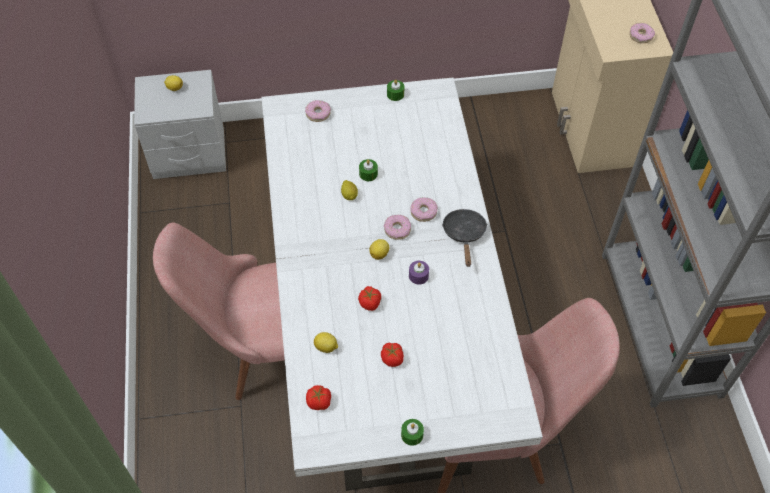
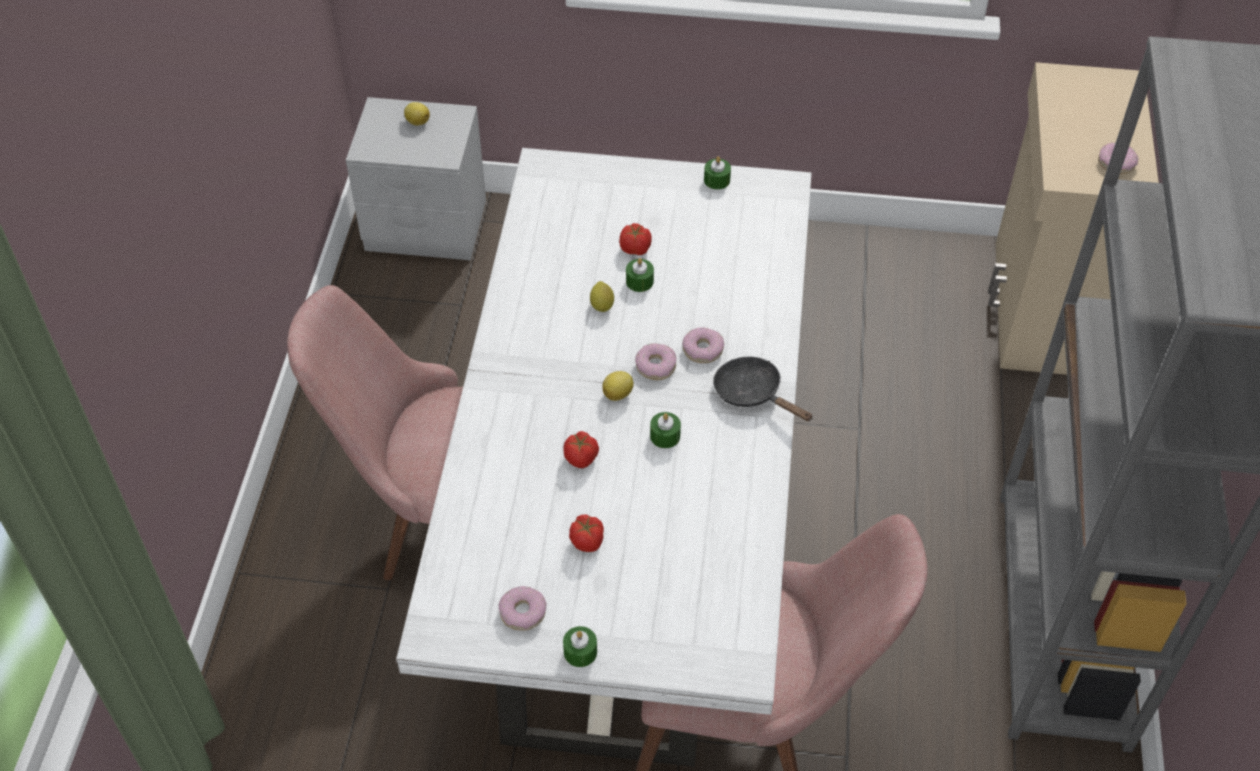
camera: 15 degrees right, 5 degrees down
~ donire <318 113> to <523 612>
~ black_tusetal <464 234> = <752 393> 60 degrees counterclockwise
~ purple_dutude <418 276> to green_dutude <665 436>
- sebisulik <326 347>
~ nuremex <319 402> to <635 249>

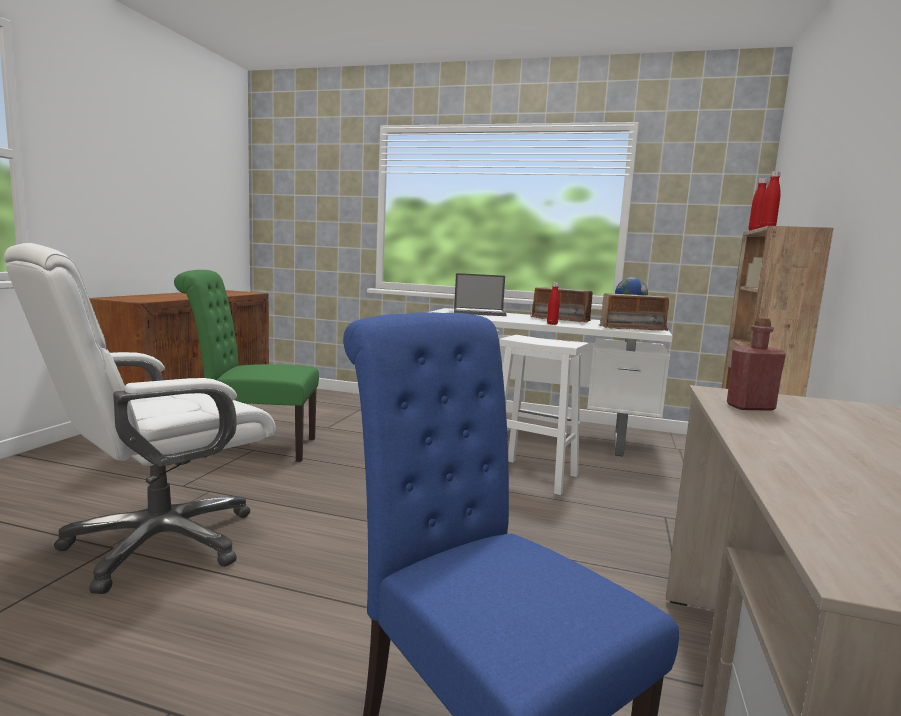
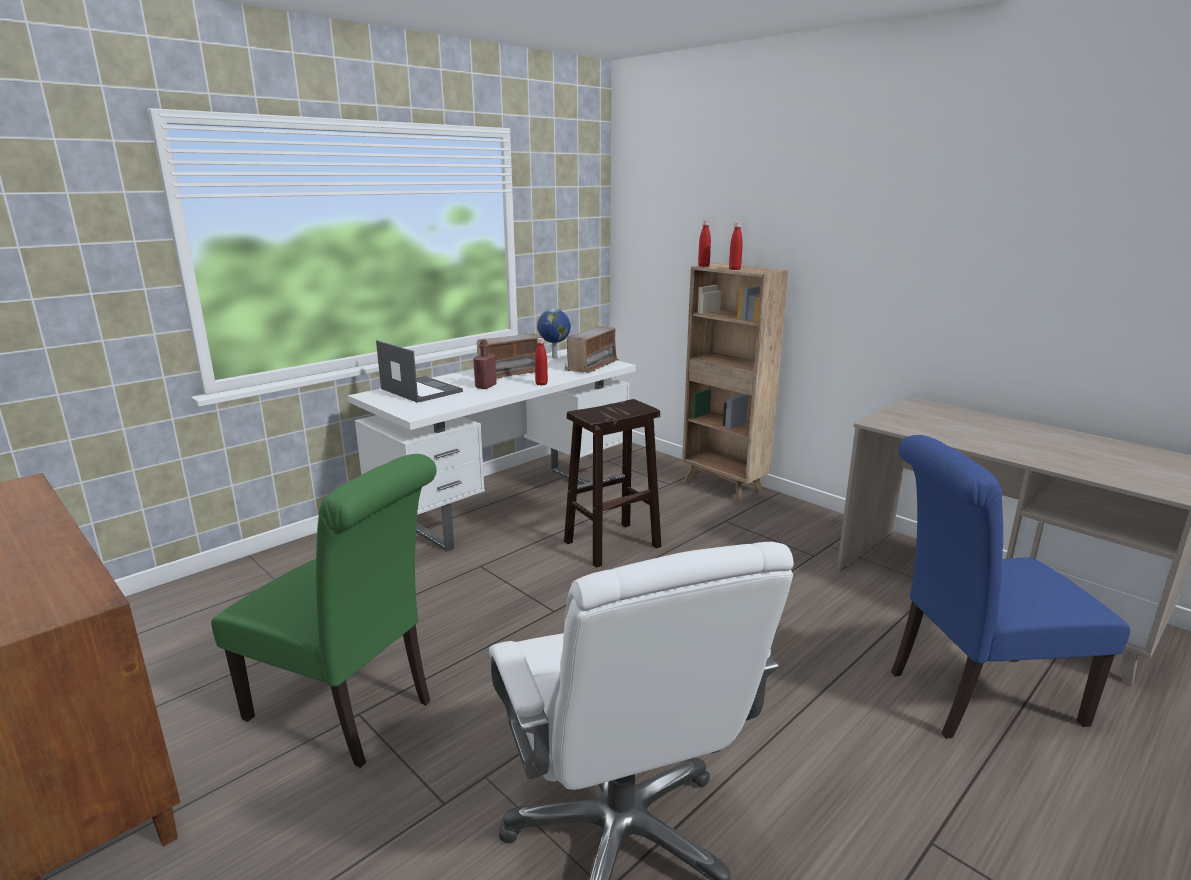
camera: 60 degrees left, 10 degrees up
~ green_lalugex <253 447> = <348 712> 90 degrees counterclockwise
~ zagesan <480 313> = <420 390> 75 degrees counterclockwise
~ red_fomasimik <750 407> to <486 386>
~ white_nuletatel <531 476> to brown_nuletatel <611 545>

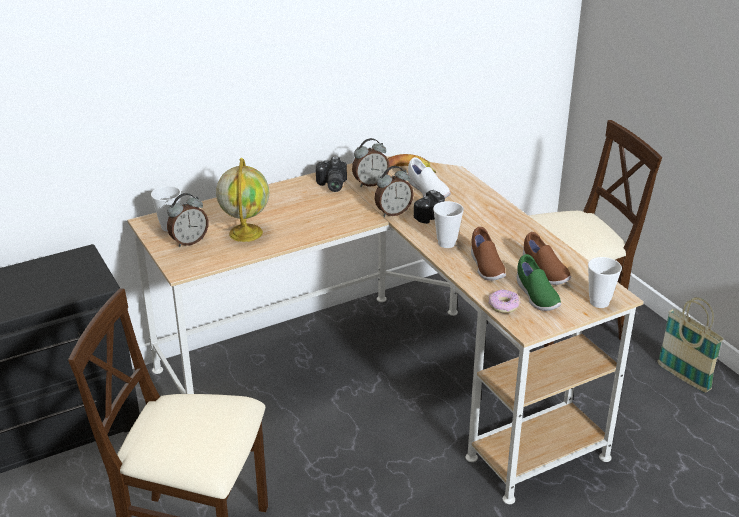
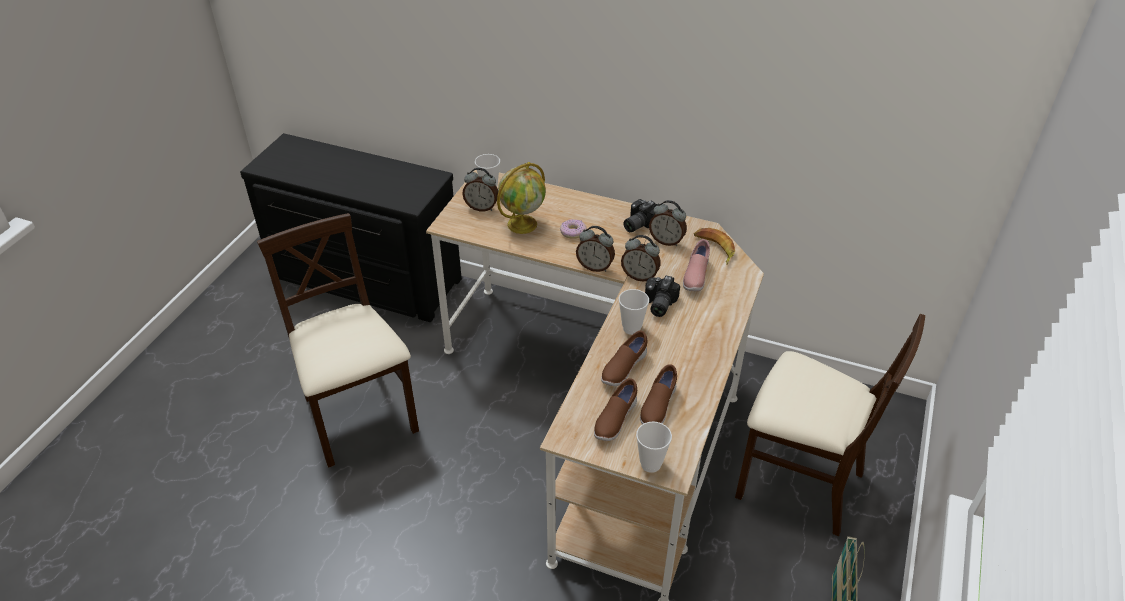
camera: 50 degrees right, 10 degrees up
~ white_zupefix <427 191> to pink_zupefix <695 276>
~ green_zupefix <536 296> to brown_zupefix <614 420>
~ donire <503 306> to <572 232>
+ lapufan <595 267>

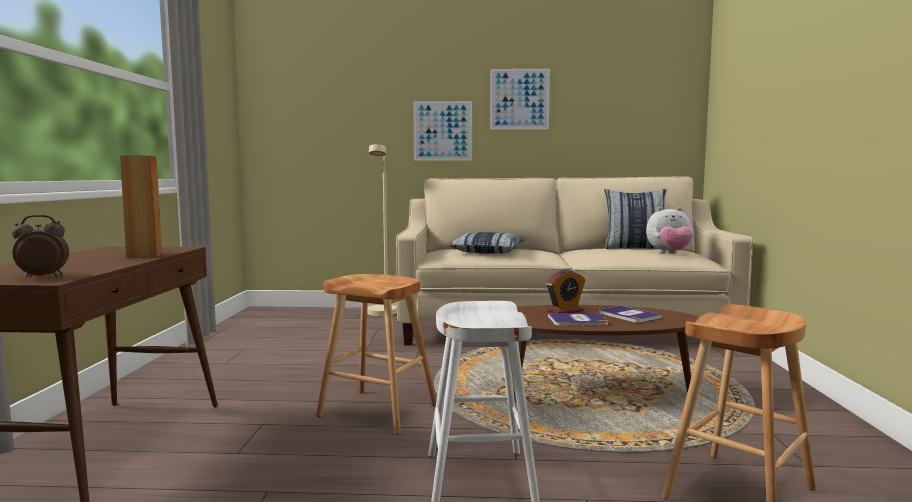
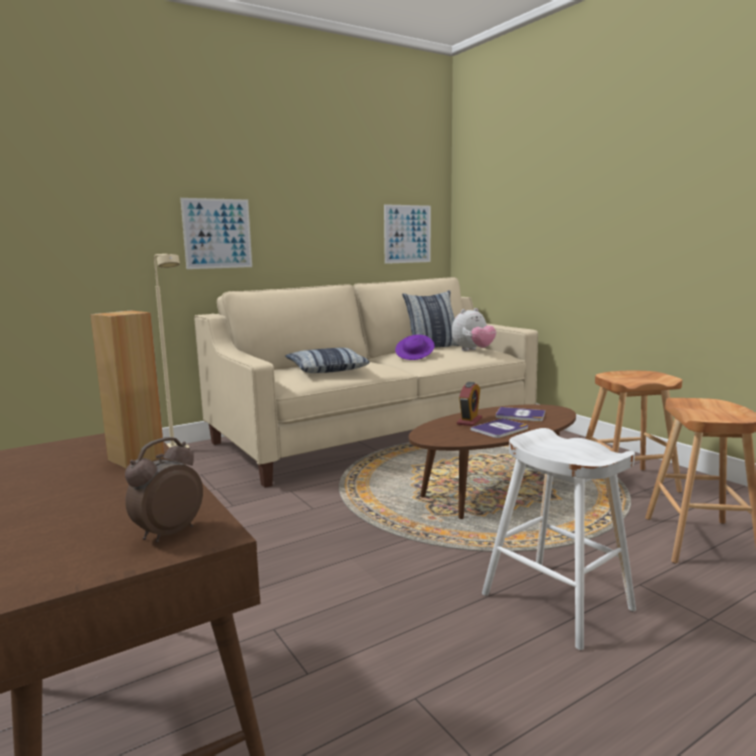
camera: 35 degrees left, 5 degrees up
~ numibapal <519 99> to <407 234>
~ brown_nuletatel <377 410> to <626 483>
+ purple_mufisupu <415 357>

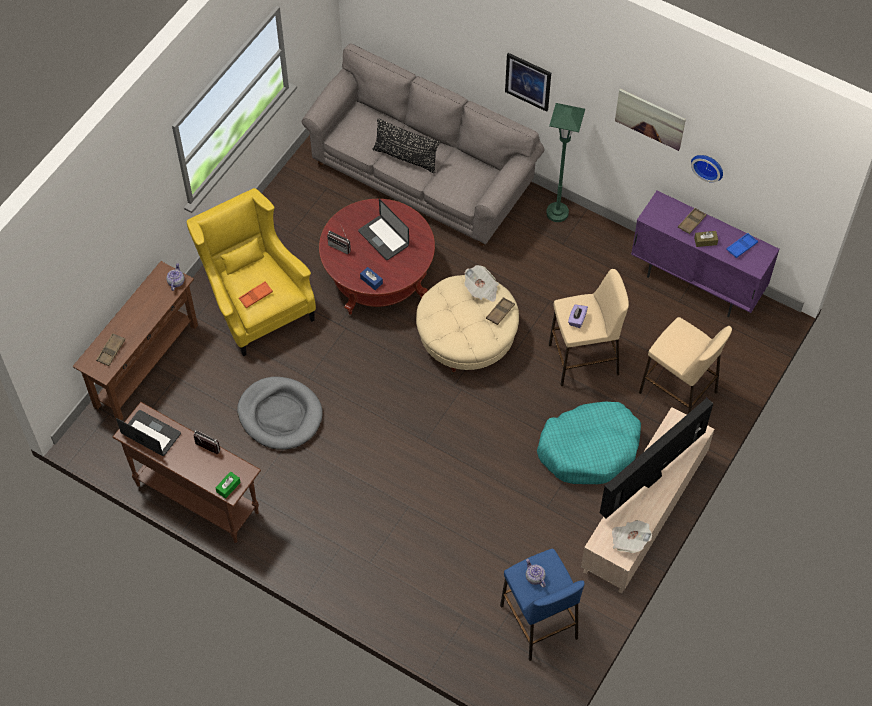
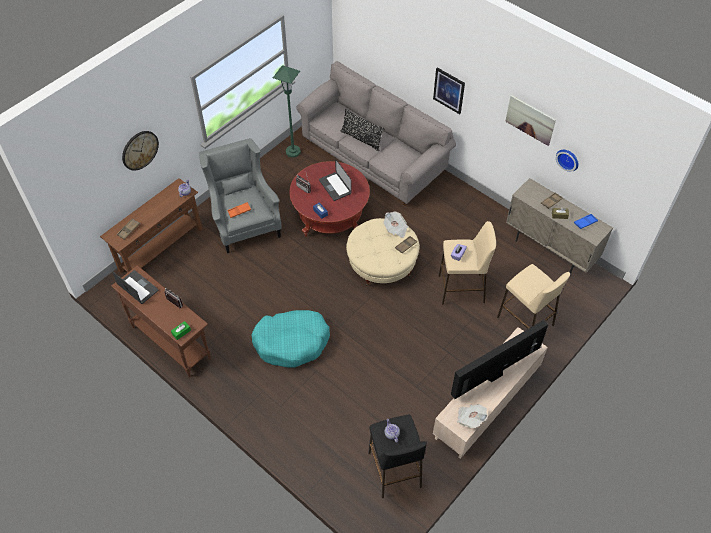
camera: 10 degrees right, 5 degrees down
~ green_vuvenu <557 213> to <293 152>
~ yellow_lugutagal <256 304> to grey_lugutagal <244 221>
~ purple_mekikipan <696 284> to beige_mekikipan <549 250>
- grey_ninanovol <280 415>
~ turquoise_ninanovol <589 448> to <292 342>
~ blue_nuletatel <539 622> to black_nuletatel <394 470>
+ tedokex <139 150>

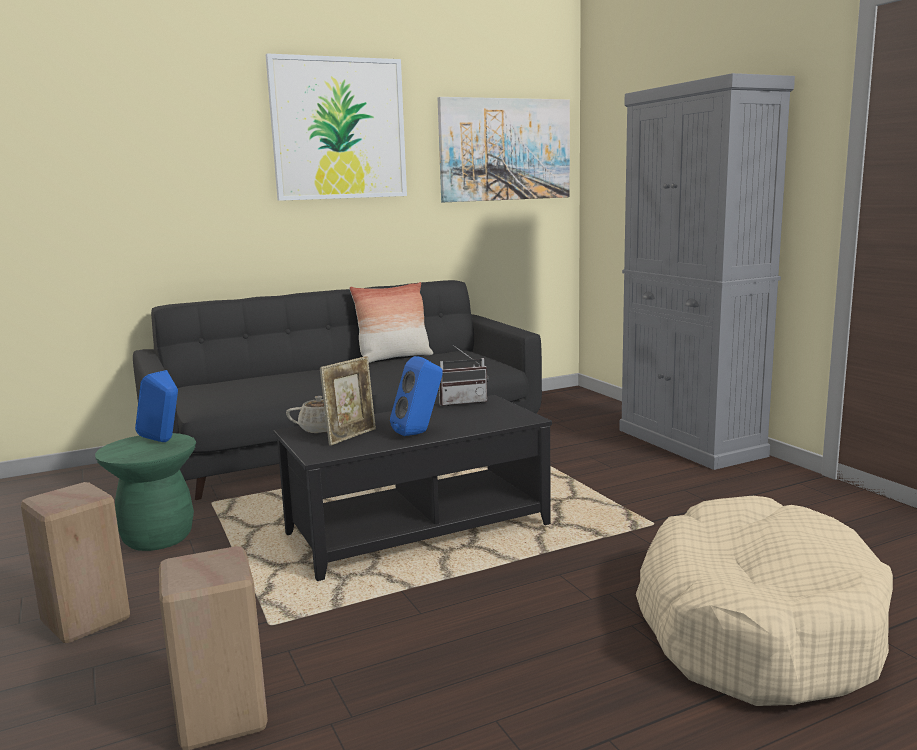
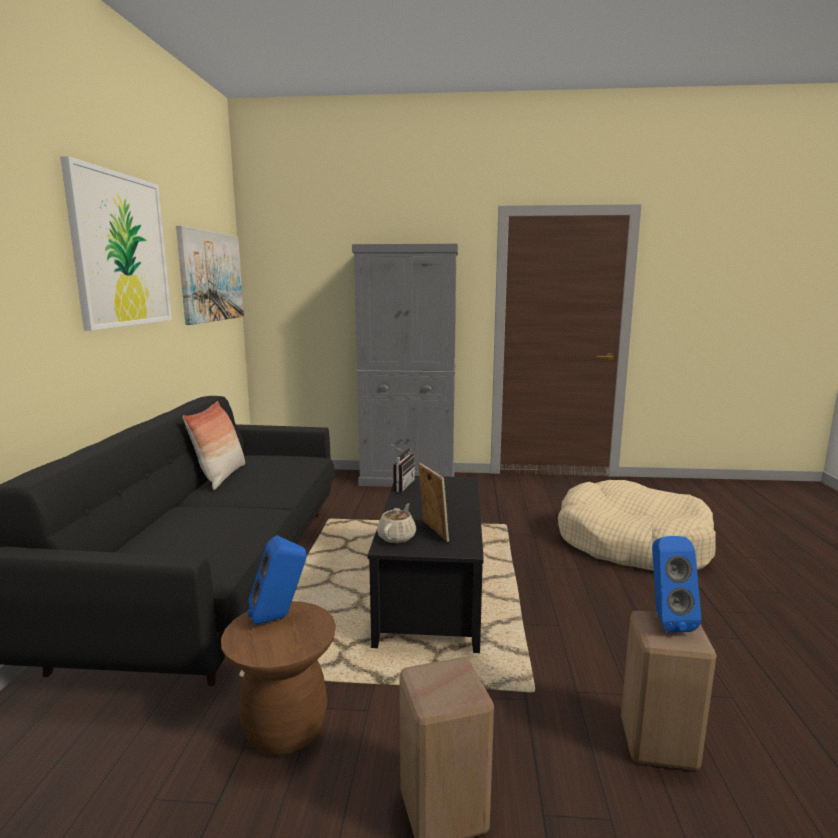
camera: 60 degrees left, 0 degrees up
~ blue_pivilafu <419 433> to <666 620>
~ green_nuletatel <158 538> to brown_nuletatel <285 729>

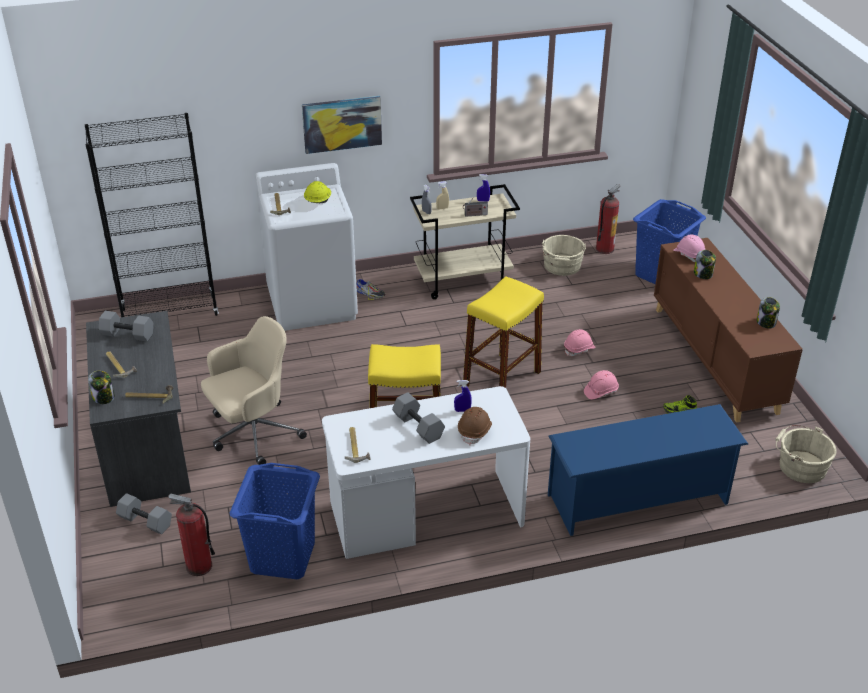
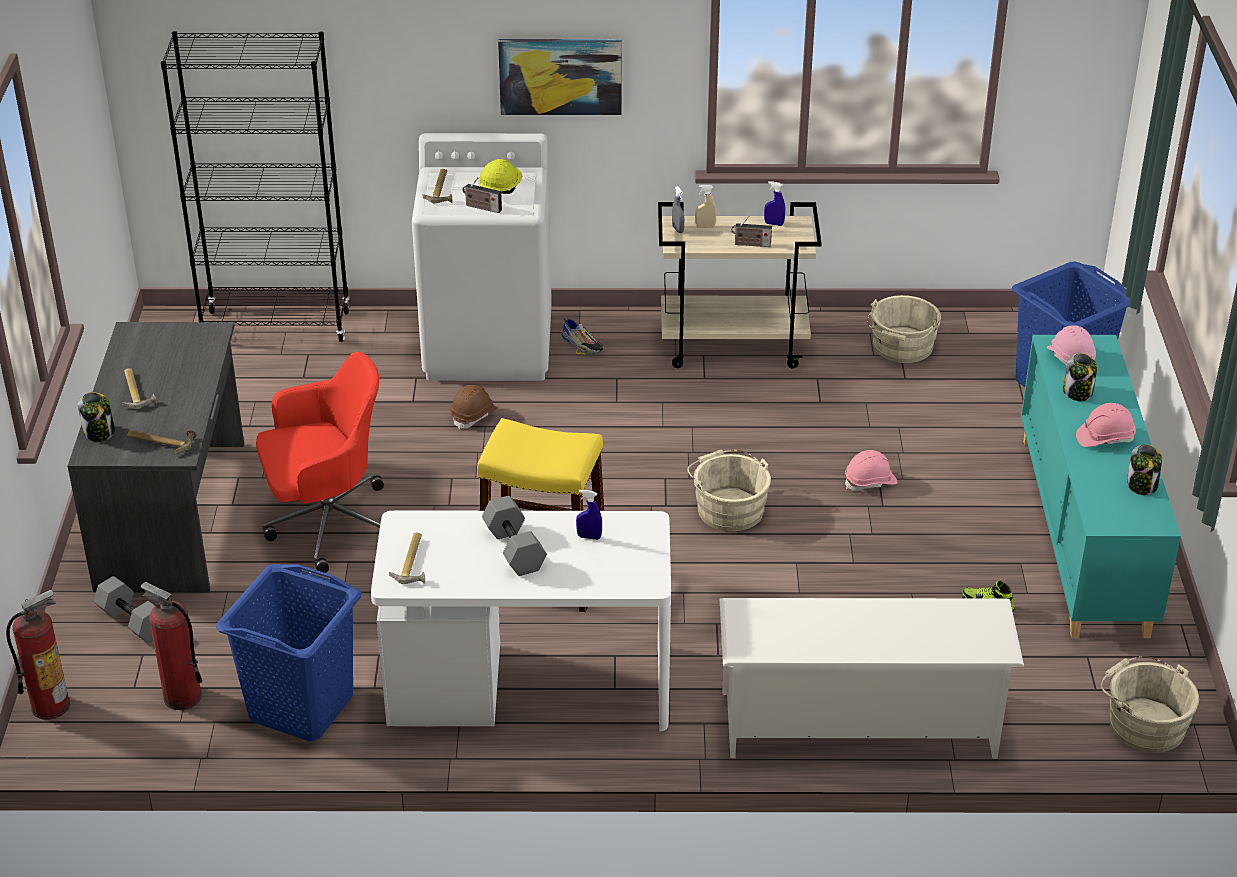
camera: 15 degrees right, 0 degrees up
~ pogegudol <604 249> to <50 705>
~ brown_mekikipan <715 359> to turquoise_mekikipan <1083 534>
~ yellow_nuletatel <501 379> to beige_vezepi <728 508>
- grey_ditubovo <128 334>
~ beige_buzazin <253 433> to red_buzazin <327 524>
~ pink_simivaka <600 391> to <1104 438>
~ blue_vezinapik <638 499> to white_vezinapik <859 725>
~ brown_simivaka <475 431> to <474 415>
+ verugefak <481 207>

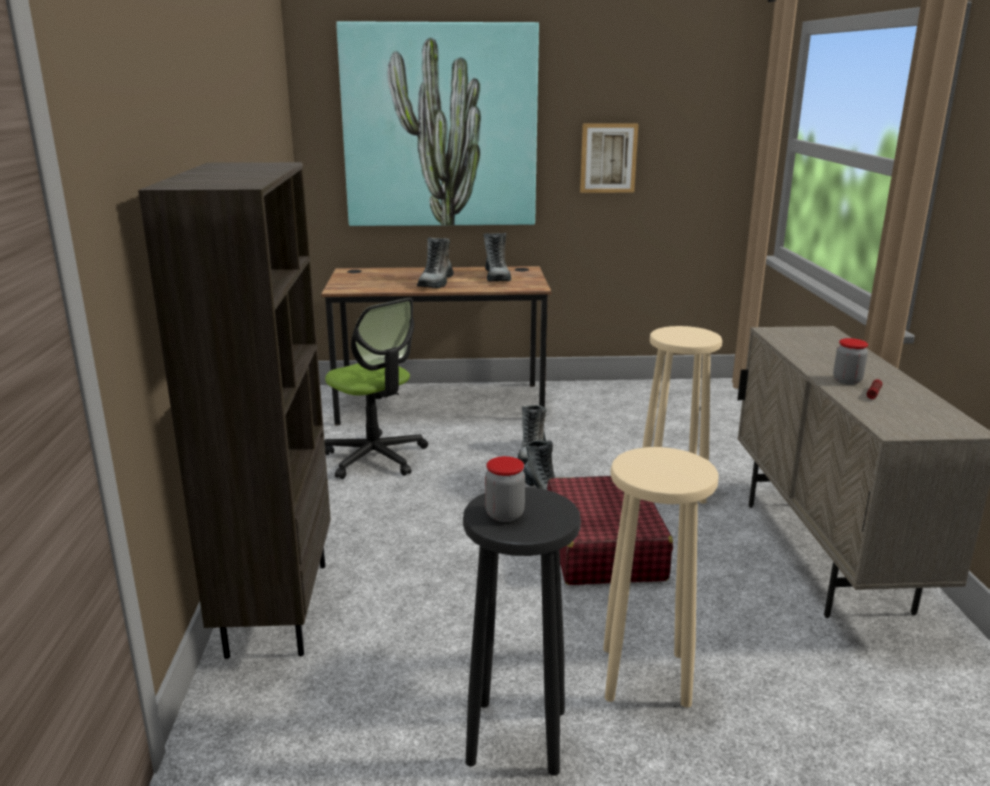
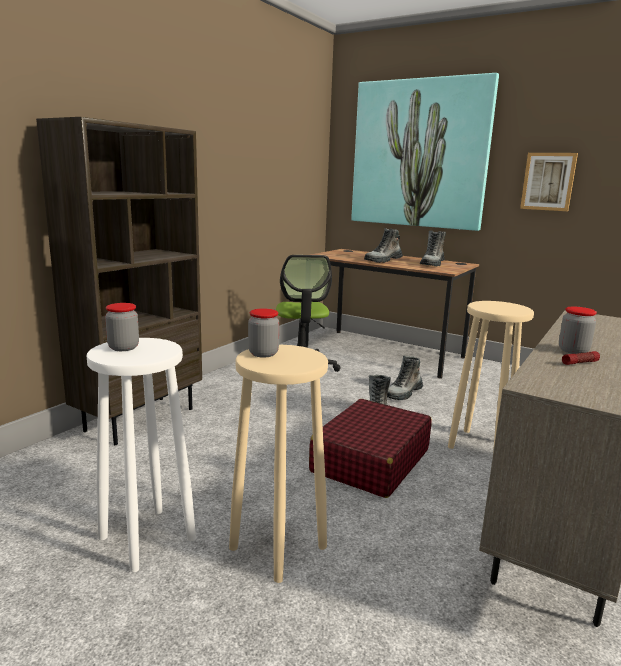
camera: 35 degrees right, 5 degrees down
~ black_nuletatel <518 736> to white_nuletatel <148 539>
+ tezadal <263 353>

